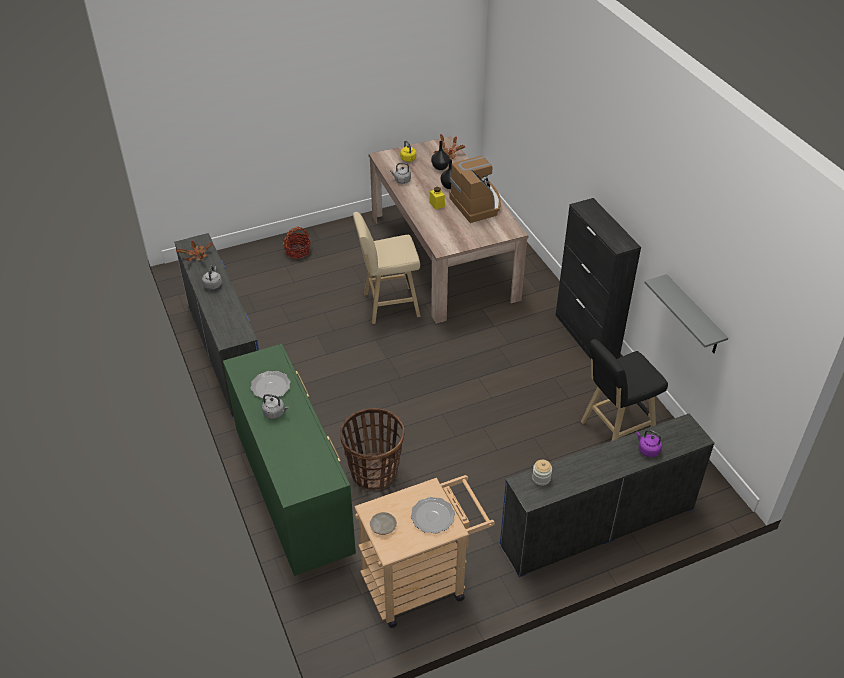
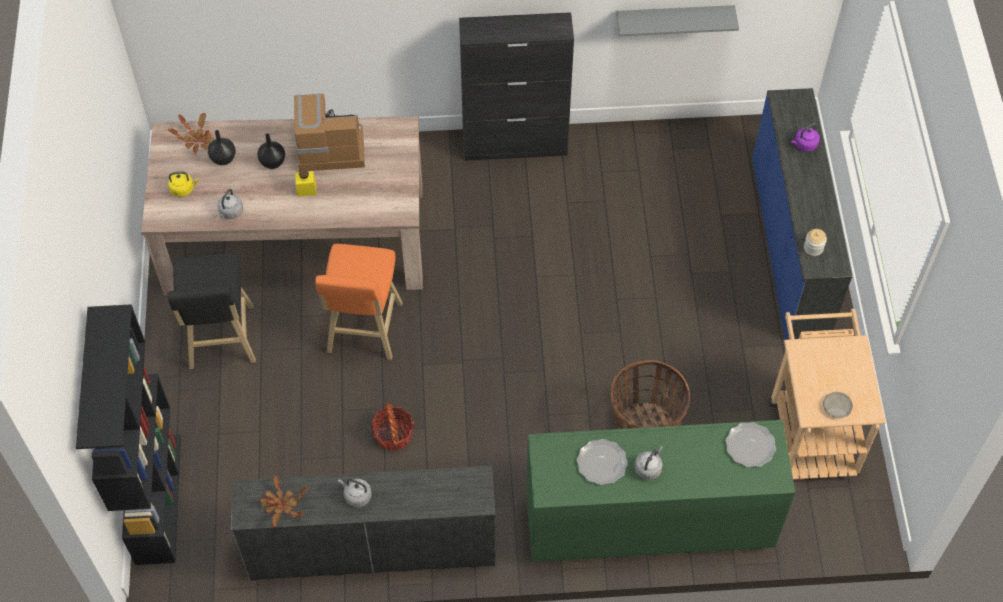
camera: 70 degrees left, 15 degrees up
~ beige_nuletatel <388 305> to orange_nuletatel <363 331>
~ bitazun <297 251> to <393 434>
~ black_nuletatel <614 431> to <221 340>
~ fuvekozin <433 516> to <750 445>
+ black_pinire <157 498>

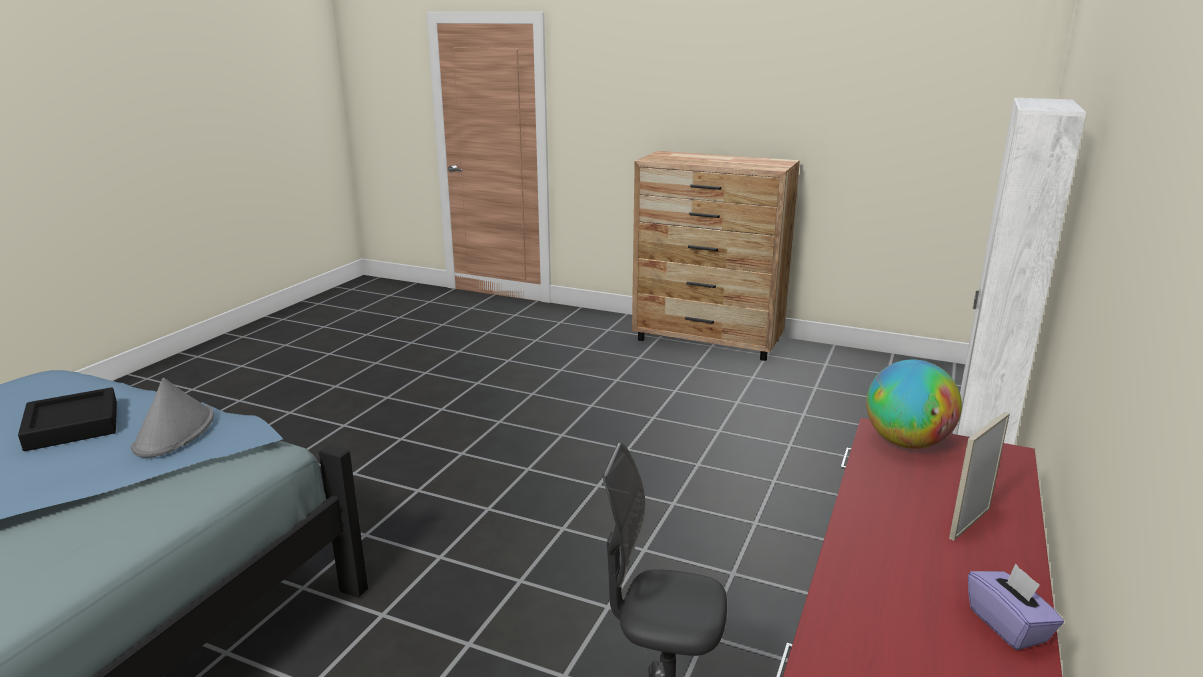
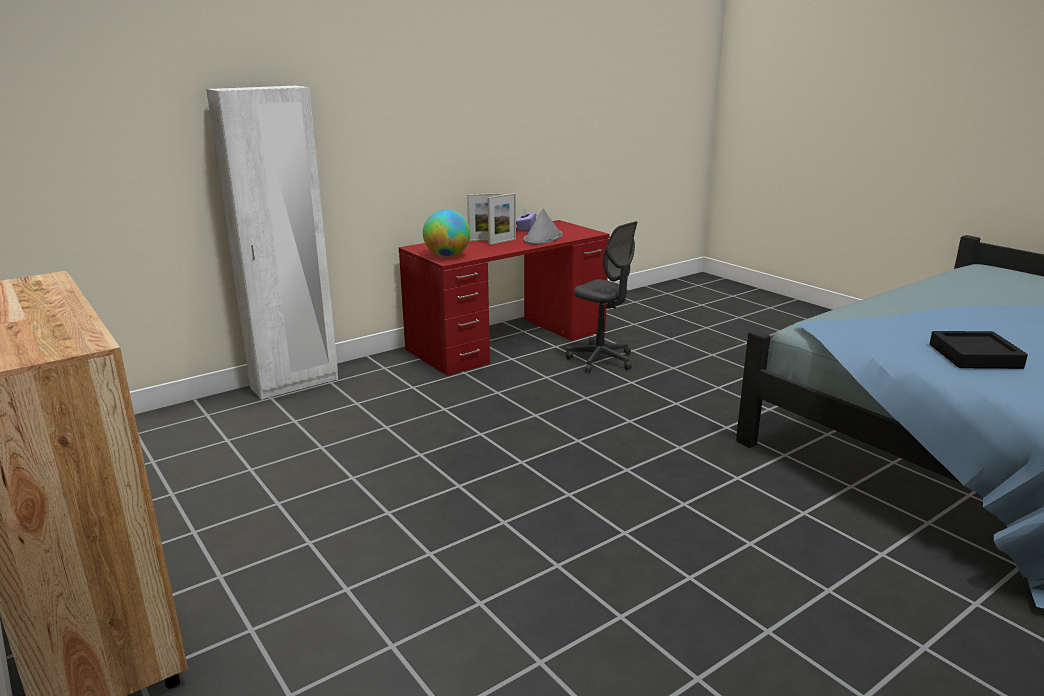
camera: 150 degrees left, 0 degrees up
~ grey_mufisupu <175 432> to <542 238>
+ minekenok <502 242>

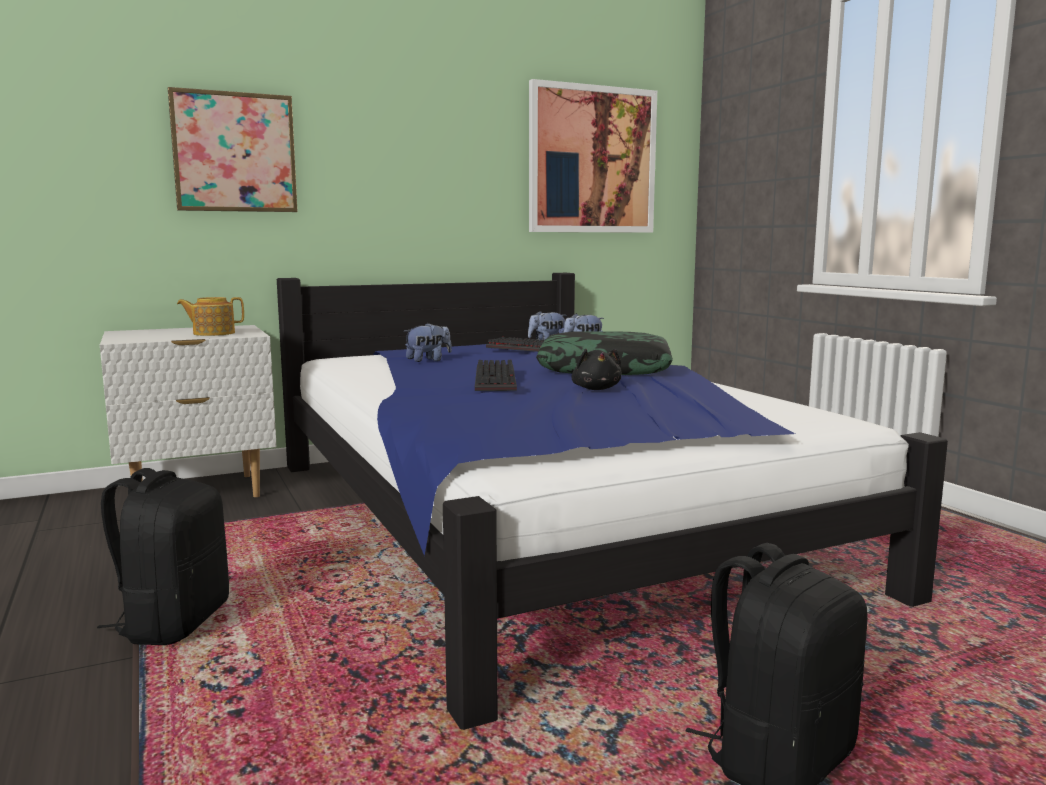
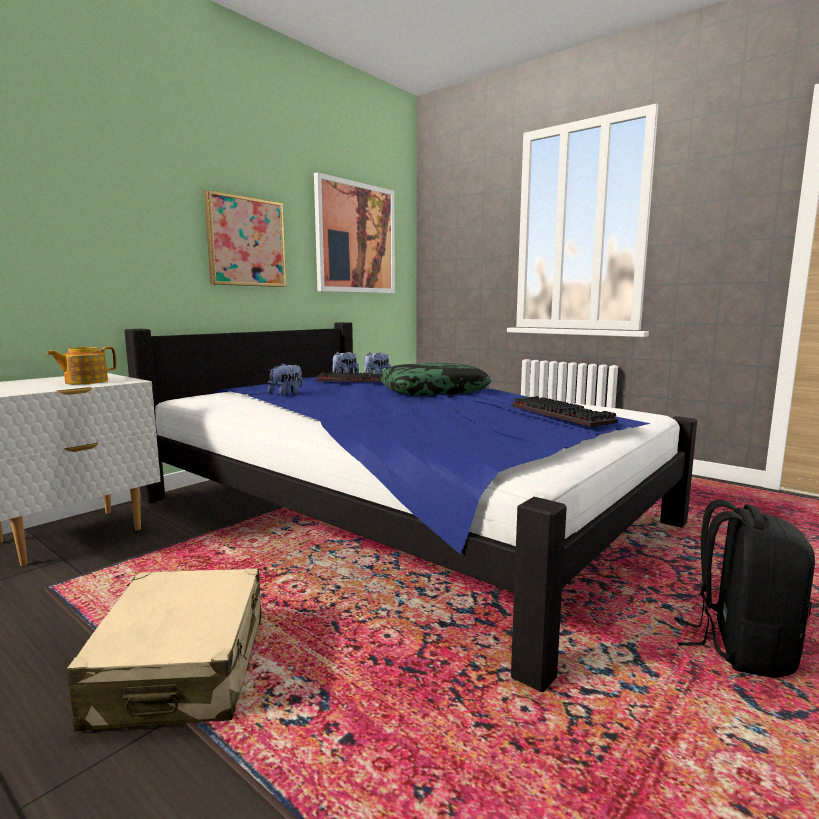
camera: 25 degrees left, 0 degrees up
~ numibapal <234 152> to <246 242>
- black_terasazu <596 389>
~ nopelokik <498 379> to <563 414>
~ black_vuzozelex <173 623> to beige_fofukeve <183 669>

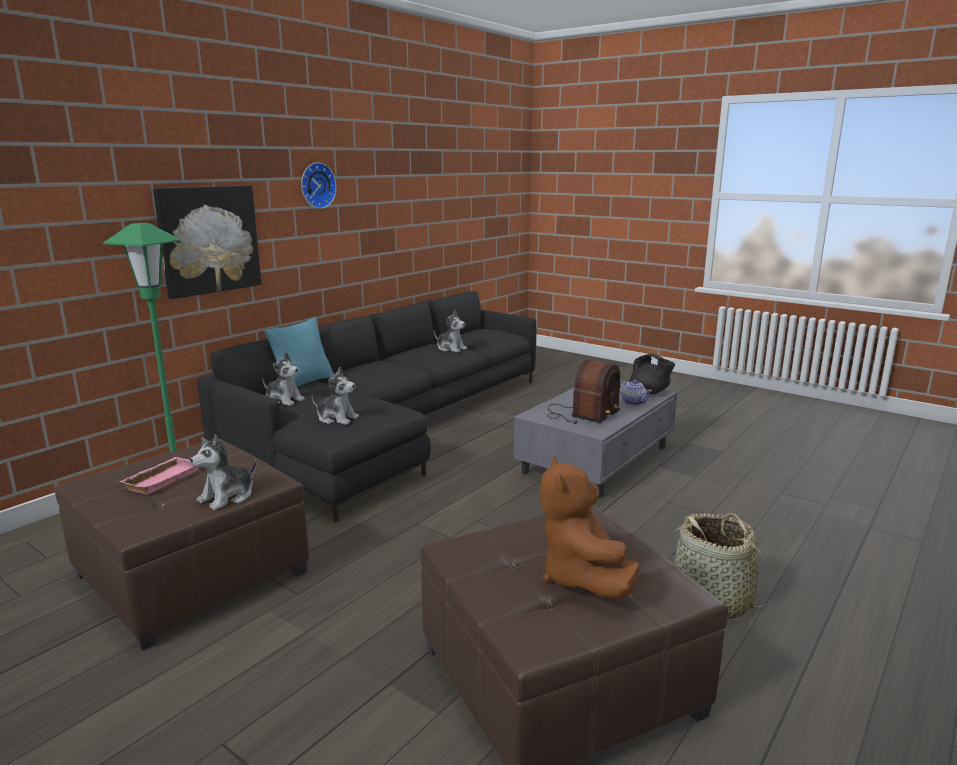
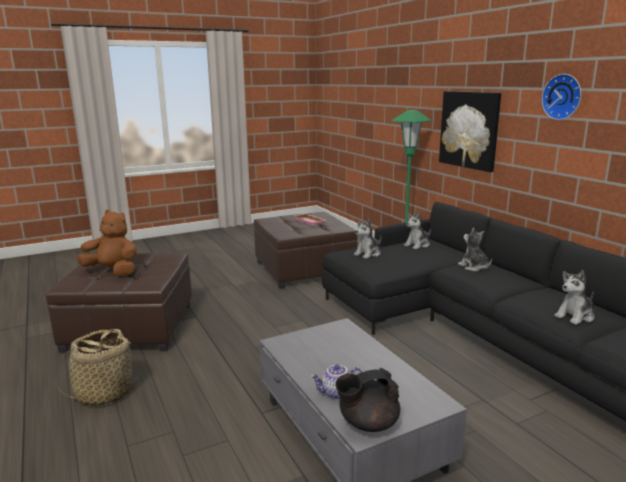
camera: 115 degrees right, 0 degrees up
- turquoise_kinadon <303 383>
- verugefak <581 414>
~ terasazu <227 497> to <474 267>

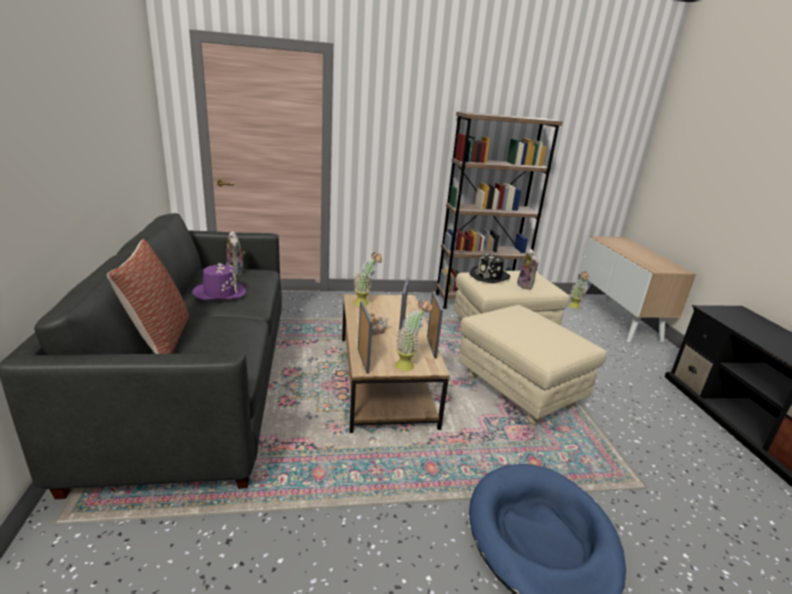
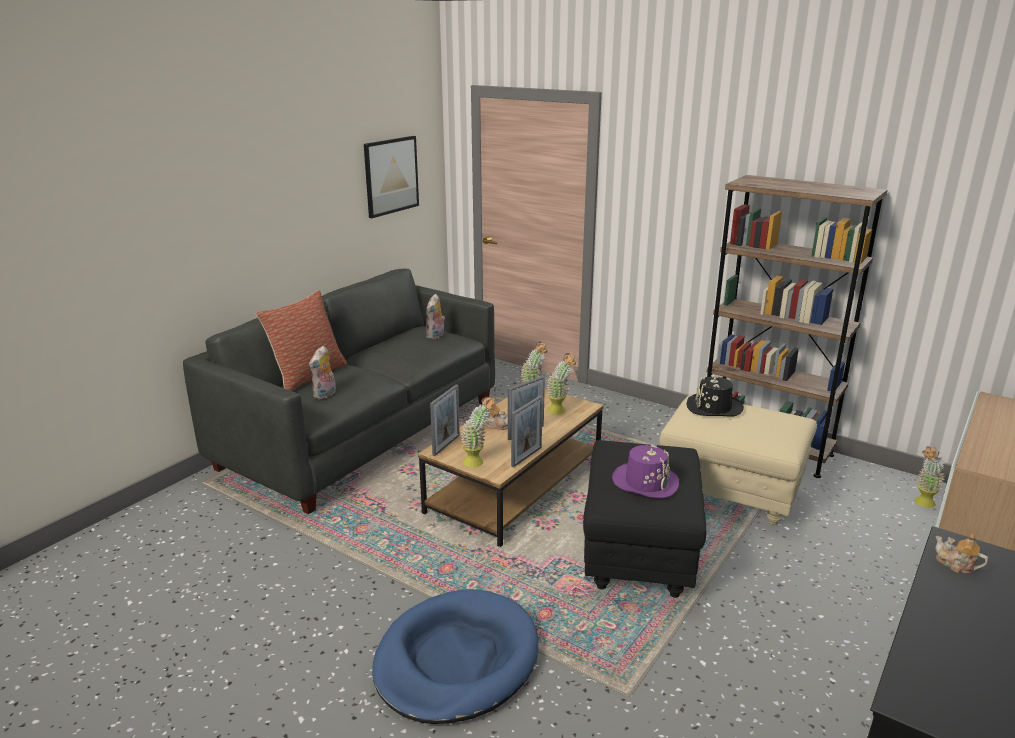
camera: 45 degrees right, 0 degrees up
~ terasazu <526 286> to <325 395>
~ purple_mufisupu <220 292> to <645 482>
~ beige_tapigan <519 393> to black_tapigan <639 557>
+ numibapal <391 176>
+ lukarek <560 412>
+ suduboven <956 565>

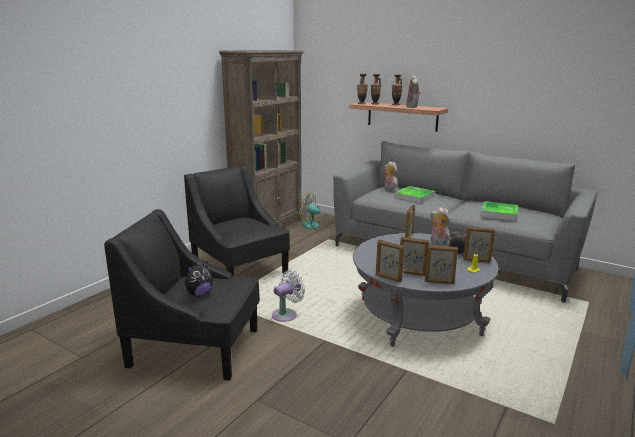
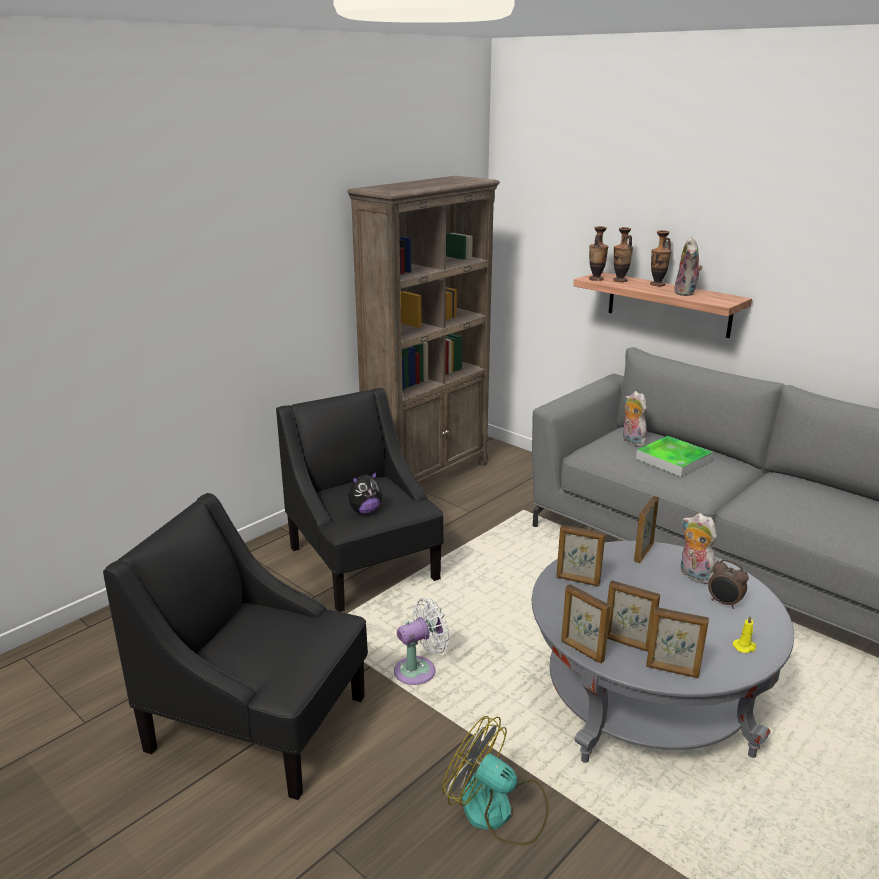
camera: 10 degrees right, 5 degrees up
~ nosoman <314 226> to <498 810>
- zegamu <499 213>
~ minekenok <476 261> to <578 581>
~ terasazu <199 294> to <365 511>

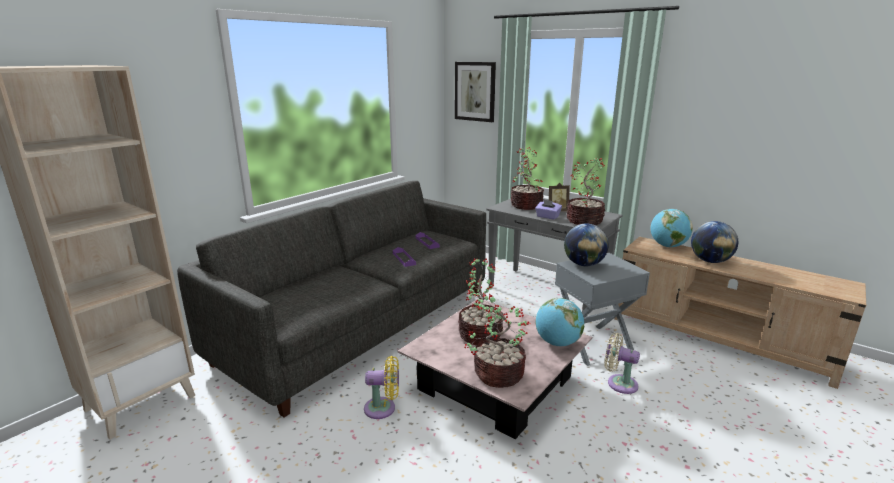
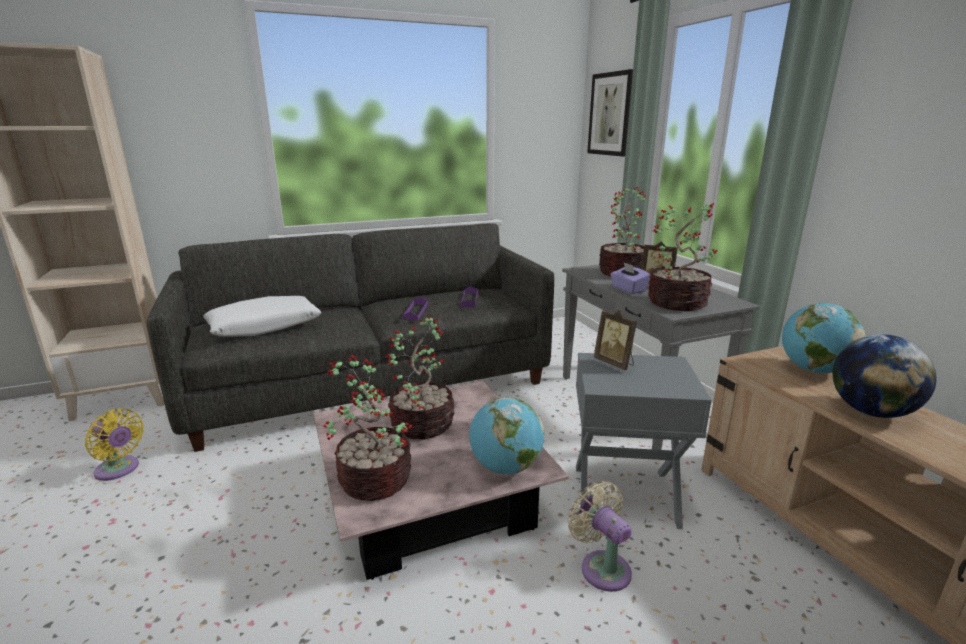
camera: 30 degrees right, 0 degrees up
~ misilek <583 264> to minekenok <615 363>
~ yellow_nosoman <383 408> to <119 470>
+ white_kinadon <264 327>

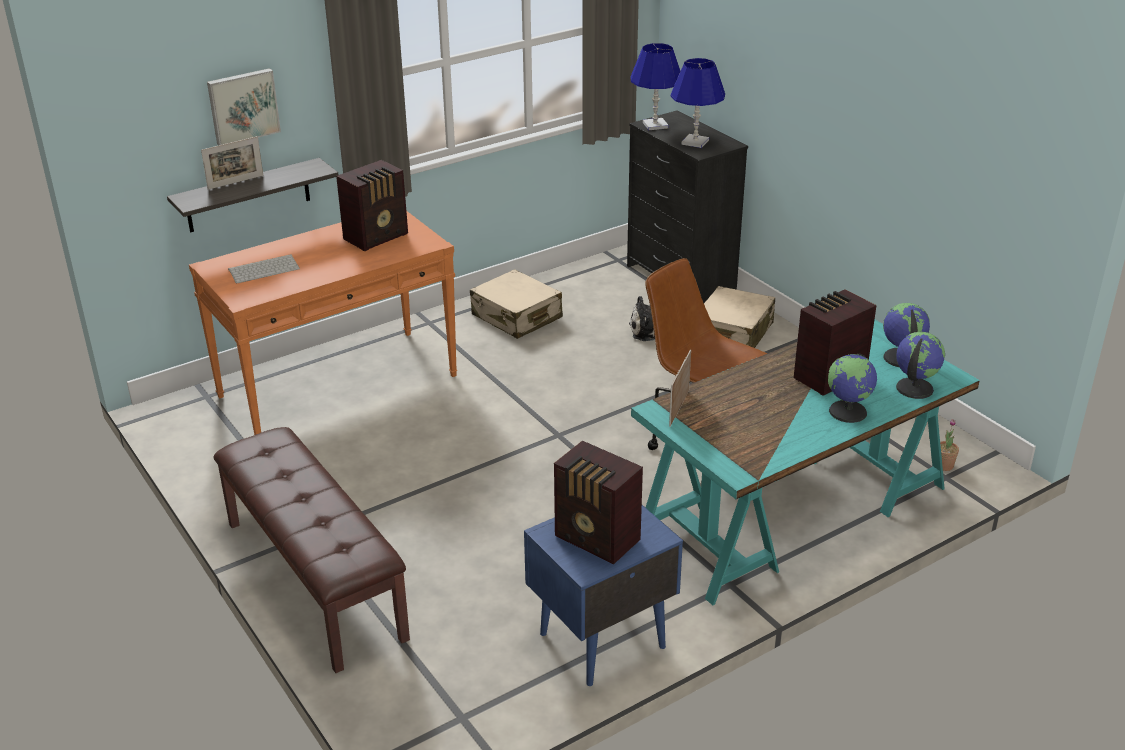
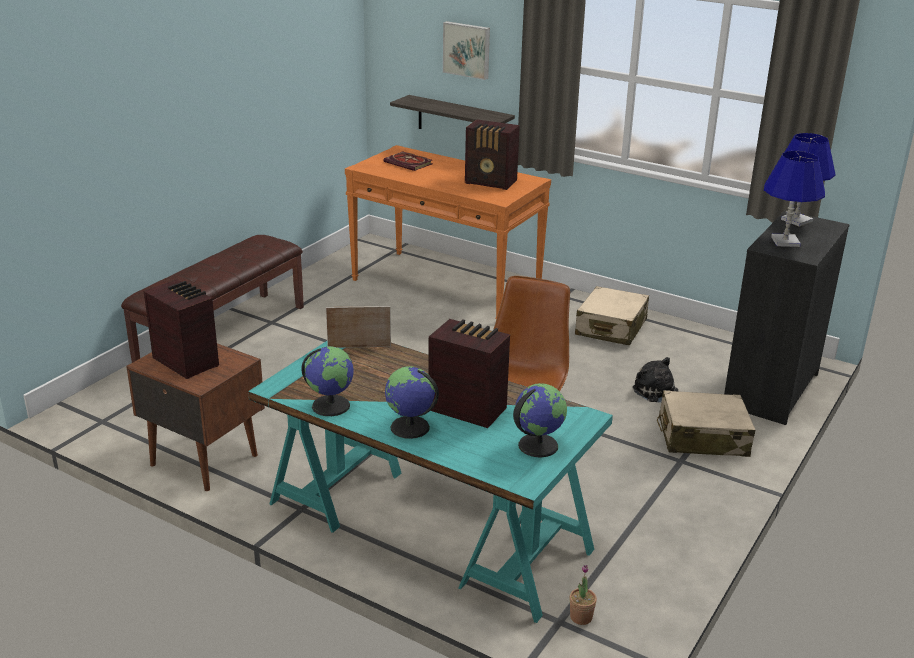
camera: 65 degrees right, 5 degrees down
- minekenok <235 182>
~ nopelokik <264 269> to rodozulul <409 163>
~ misilek <914 388> to <331 405>
~ verugefak <598 540> = <186 361> 120 degrees clockwise
~ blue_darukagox <600 640> to brown_darukagox <203 459>

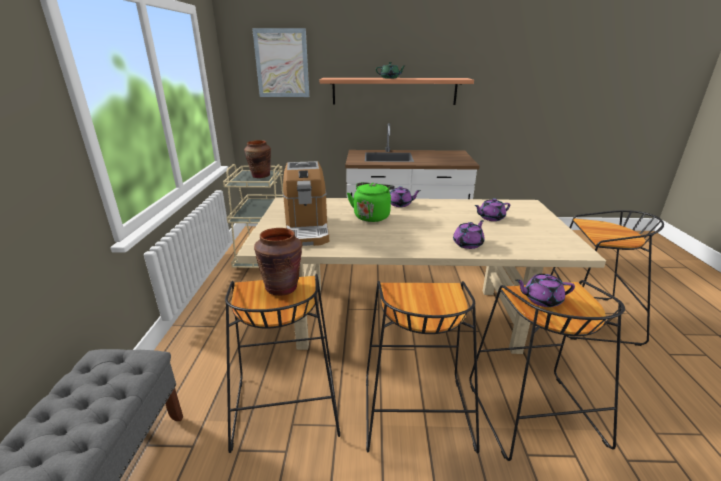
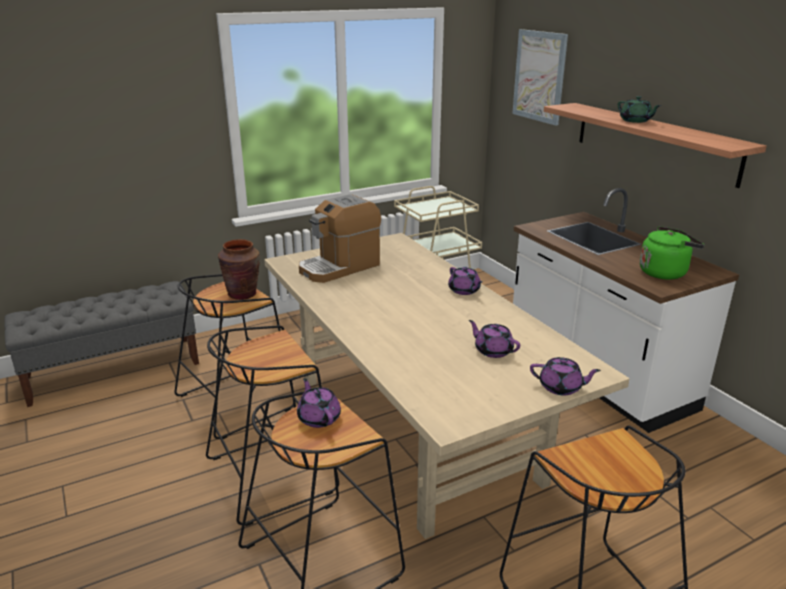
camera: 60 degrees right, 0 degrees up
- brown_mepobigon <260 176>
~ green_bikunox <372 216> to <665 272>
~ purple_suduboven <468 244> to <561 387>

